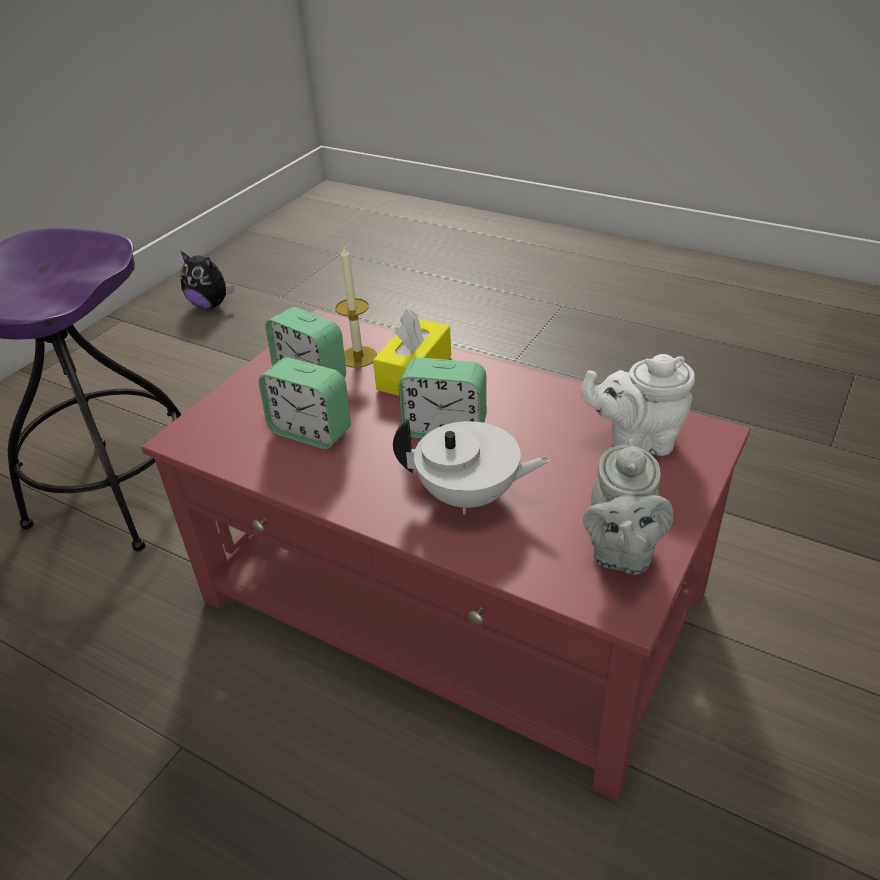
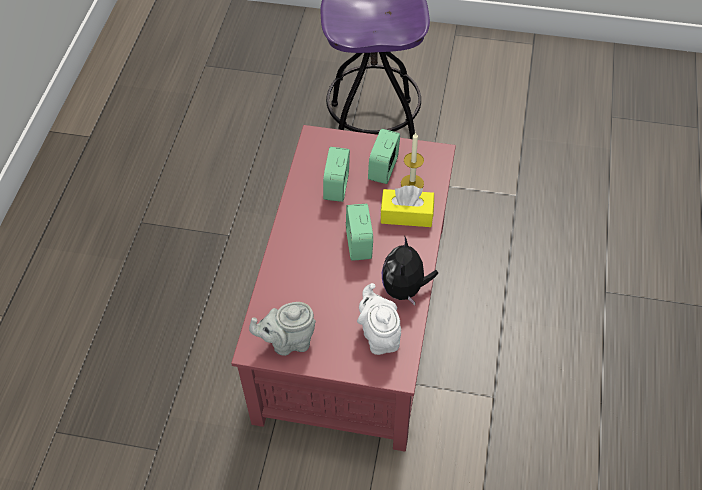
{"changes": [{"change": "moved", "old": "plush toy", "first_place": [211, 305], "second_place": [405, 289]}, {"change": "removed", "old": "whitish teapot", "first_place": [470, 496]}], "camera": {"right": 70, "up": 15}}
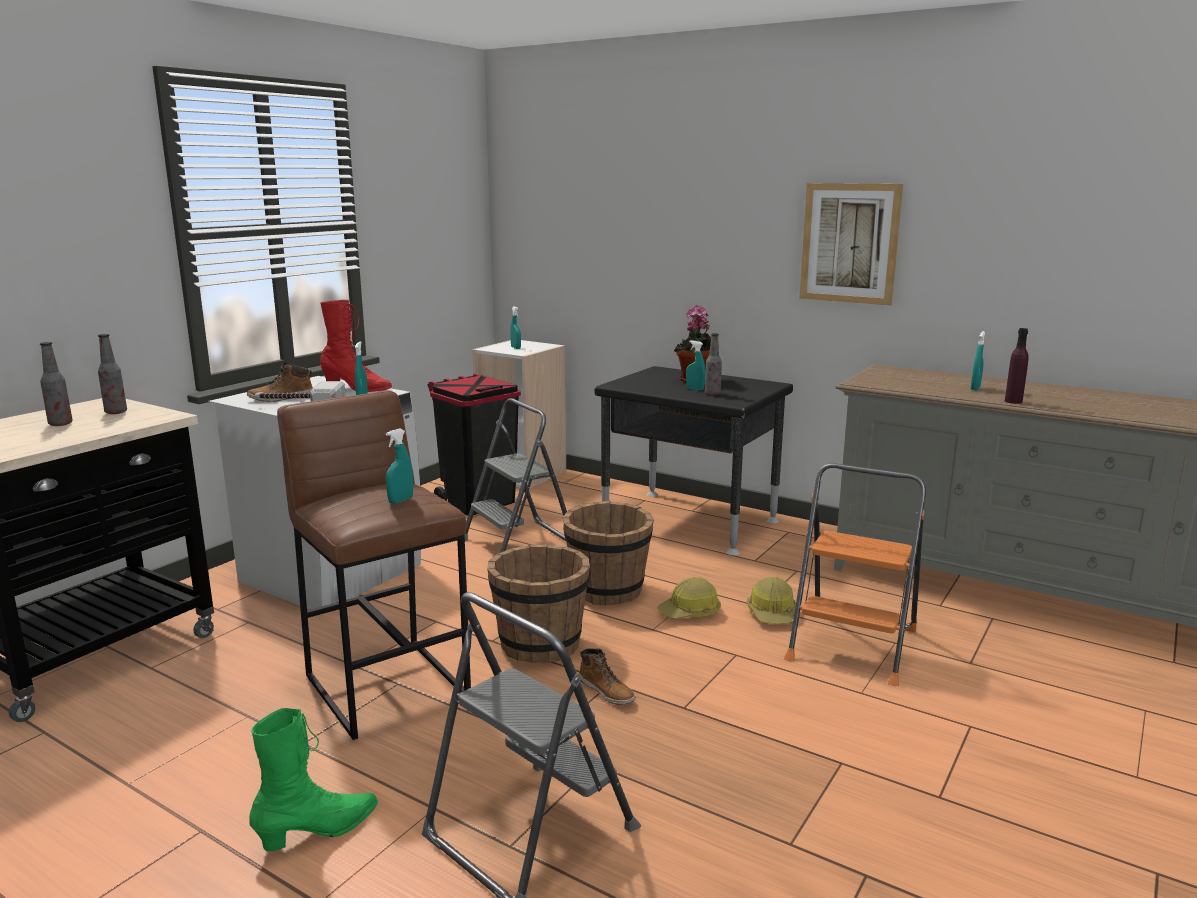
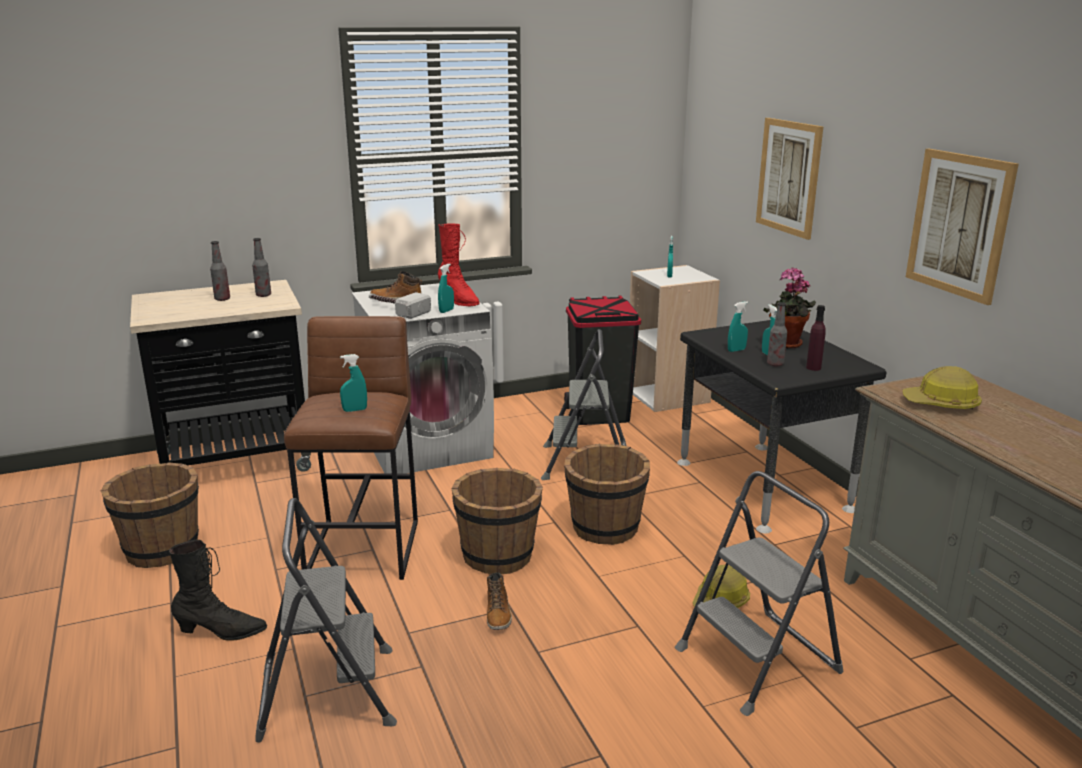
{"changes": [{"change": "recoloured", "old": "green high-top boot", "new": "blackish high-top boot", "first_place": [319, 831], "second_place": [221, 632]}, {"change": "moved", "old": "safety helmet", "first_place": [690, 612], "second_place": [941, 404]}, {"change": "recoloured", "old": "orange step ladder", "new": "grey step ladder", "first_place": [855, 642], "second_place": [763, 658]}, {"change": "moved", "old": "blue-green hand sprayer", "first_place": [975, 388], "second_place": [736, 350]}, {"change": "moved", "old": "purple drink bottle", "first_place": [1013, 401], "second_place": [813, 368]}, {"change": "added", "new": "brown water bucket", "second_place": [162, 550]}, {"change": "added", "new": "wall picture", "second_place": [789, 177]}], "camera": {"right": 35, "up": 5}}
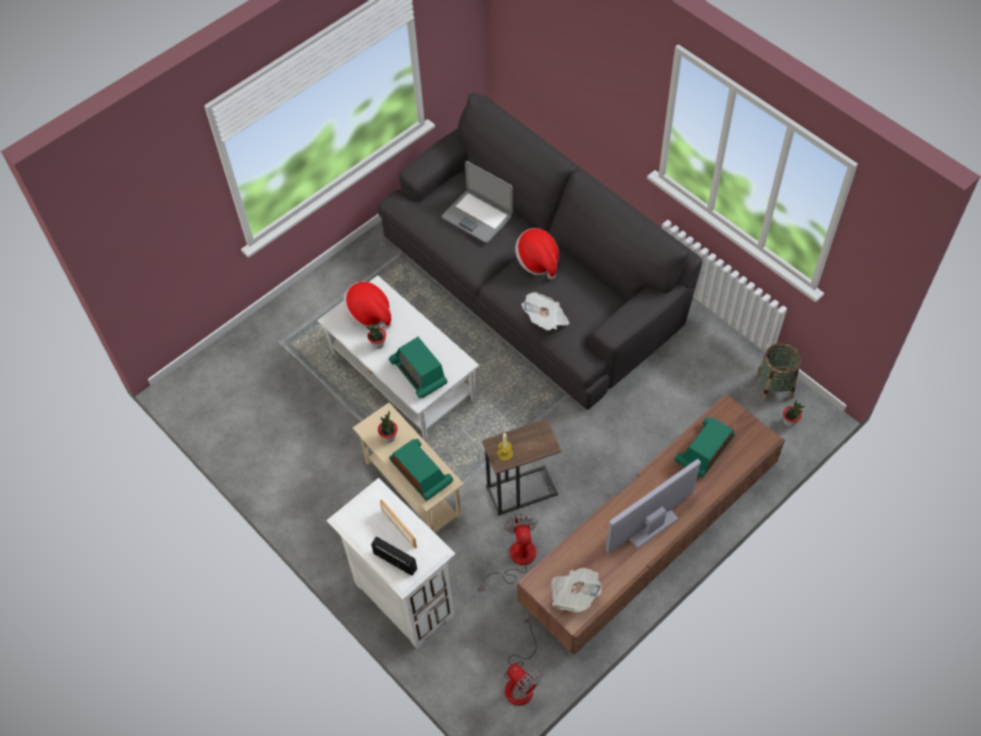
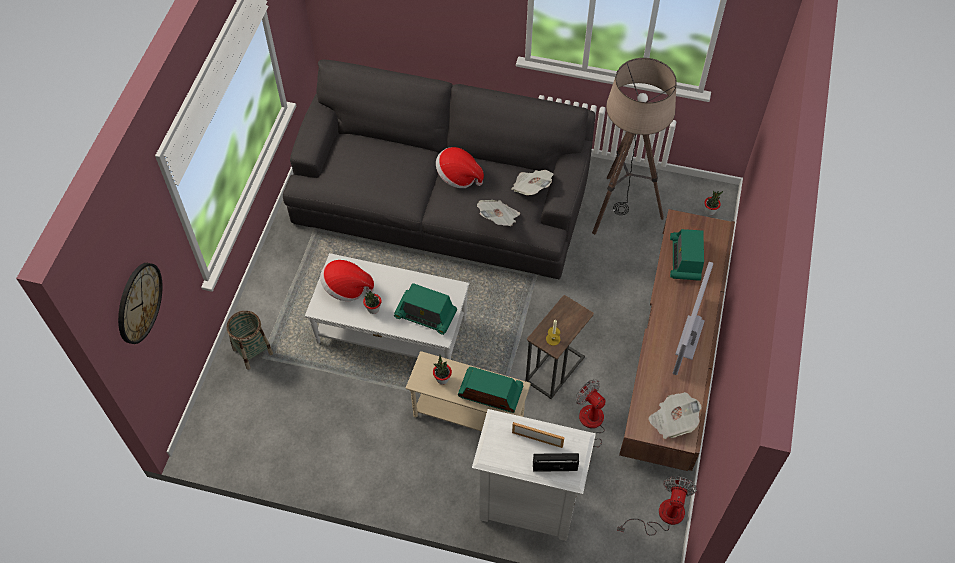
{"changes": [{"change": "removed", "old": "portable computer", "first_place": [477, 216]}, {"change": "turned", "old": "electric fan", "first_place": [520, 680], "second_place": [662, 516], "degrees": -90}, {"change": "moved", "old": "basket", "first_place": [774, 387], "second_place": [253, 351]}, {"change": "added", "new": "hanging clock", "second_place": [138, 302]}, {"change": "added", "new": "daily paper", "second_place": [531, 188]}, {"change": "added", "new": "standing lamp", "second_place": [621, 209]}], "camera": {"right": -35, "up": 0}}
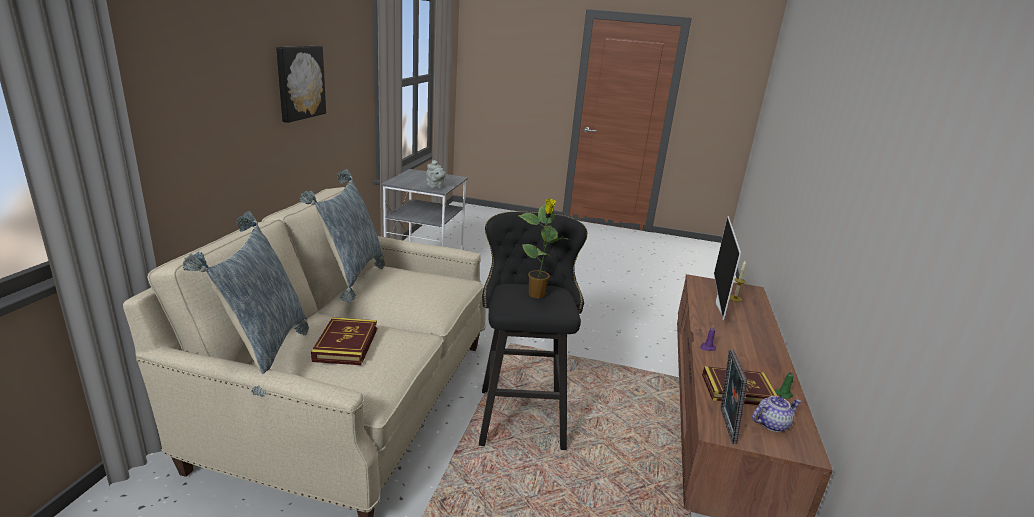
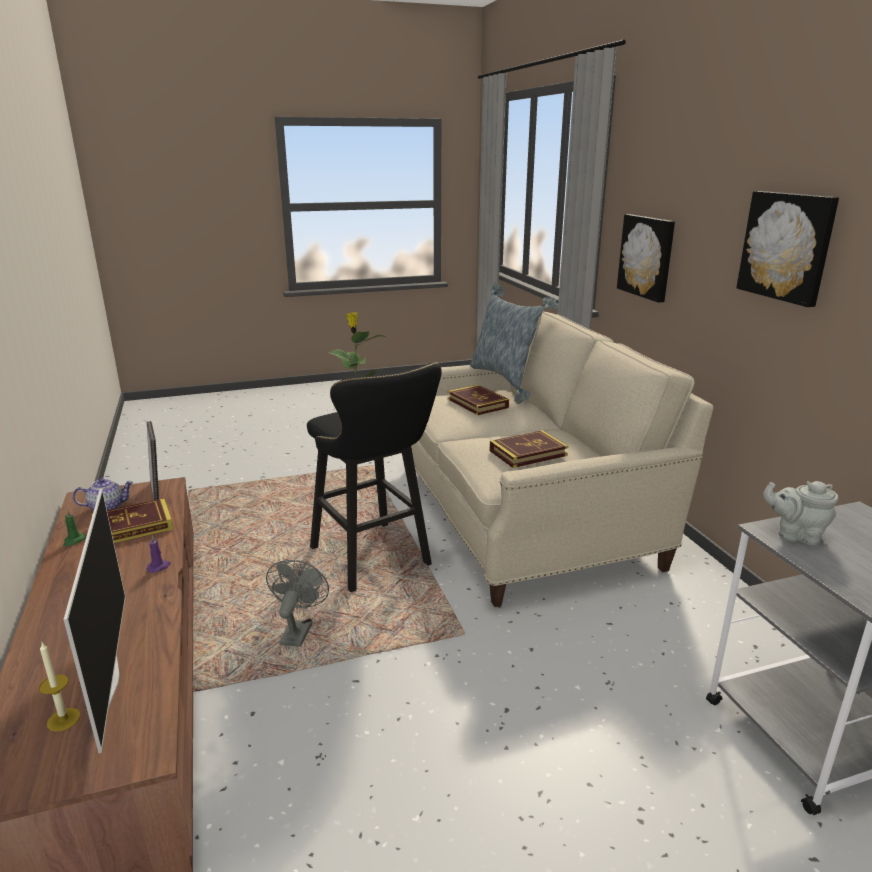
{"changes": [{"change": "removed", "old": "throw pillow", "first_place": [348, 283]}, {"change": "turned", "old": "teapot", "first_place": [771, 424], "second_place": [107, 507], "degrees": -150}, {"change": "added", "new": "grey electric fan", "second_place": [298, 630]}, {"change": "added", "new": "book", "second_place": [528, 453]}, {"change": "added", "new": "wall picture", "second_place": [647, 257]}], "camera": {"right": 150, "up": 0}}
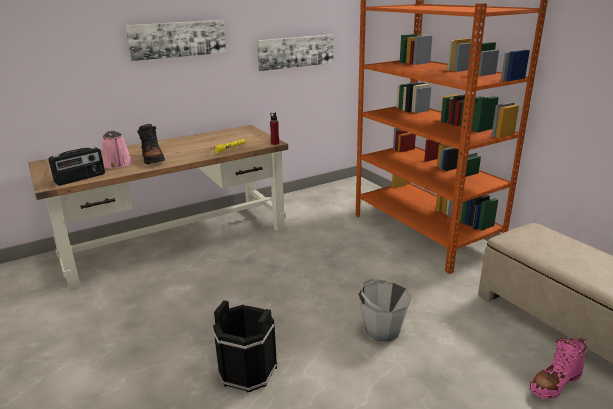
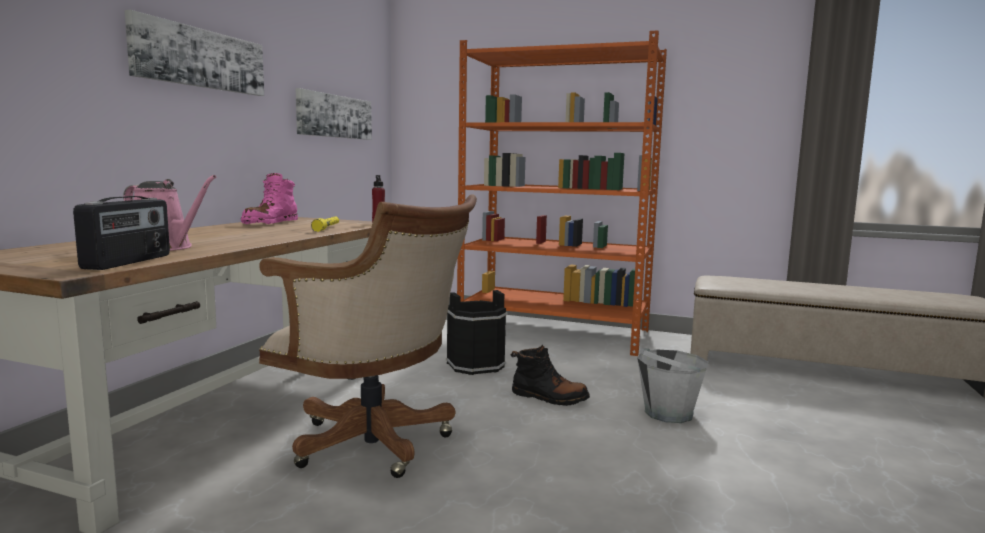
{"changes": [{"change": "moved", "old": "blackish high-top boot", "first_place": [152, 159], "second_place": [549, 397]}, {"change": "moved", "old": "blackish water bucket", "first_place": [247, 371], "second_place": [476, 365]}, {"change": "moved", "old": "pink high-top boot", "first_place": [555, 383], "second_place": [270, 223]}, {"change": "added", "new": "desk chair", "second_place": [378, 444]}], "camera": {"right": -40, "up": -15}}
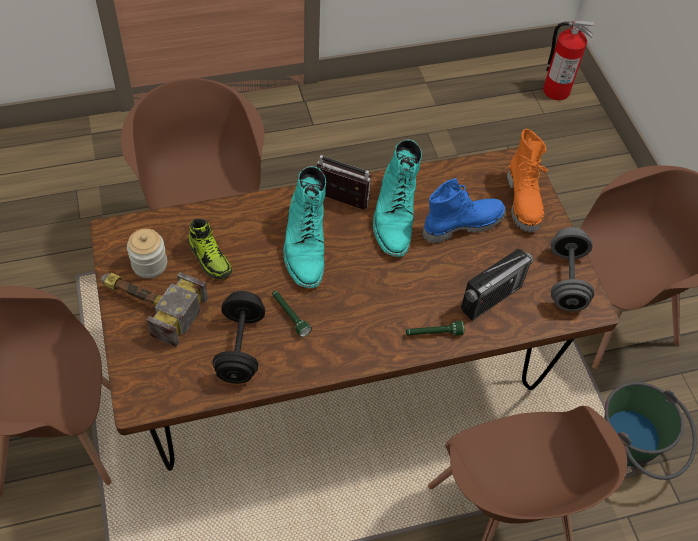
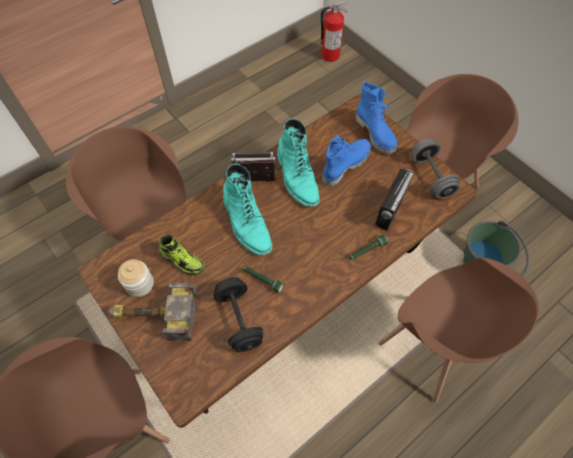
{"changes": [{"change": "recoloured", "old": "orange high-top boot", "new": "blue high-top boot", "first_place": [523, 201], "second_place": [376, 134]}], "camera": {"right": -20, "up": 5}}
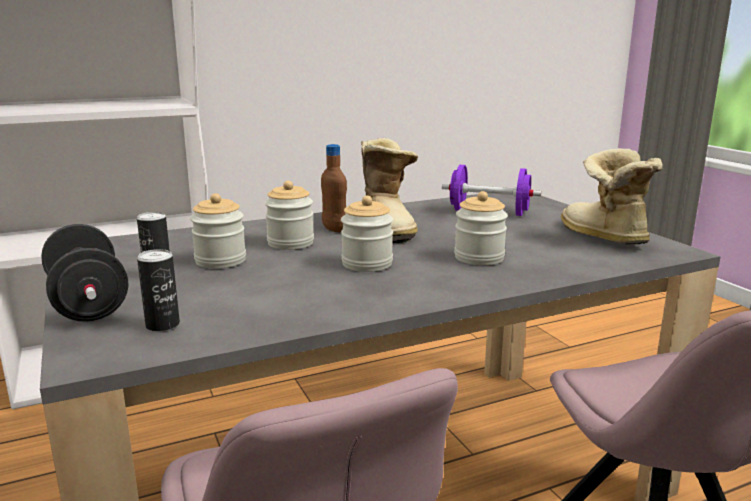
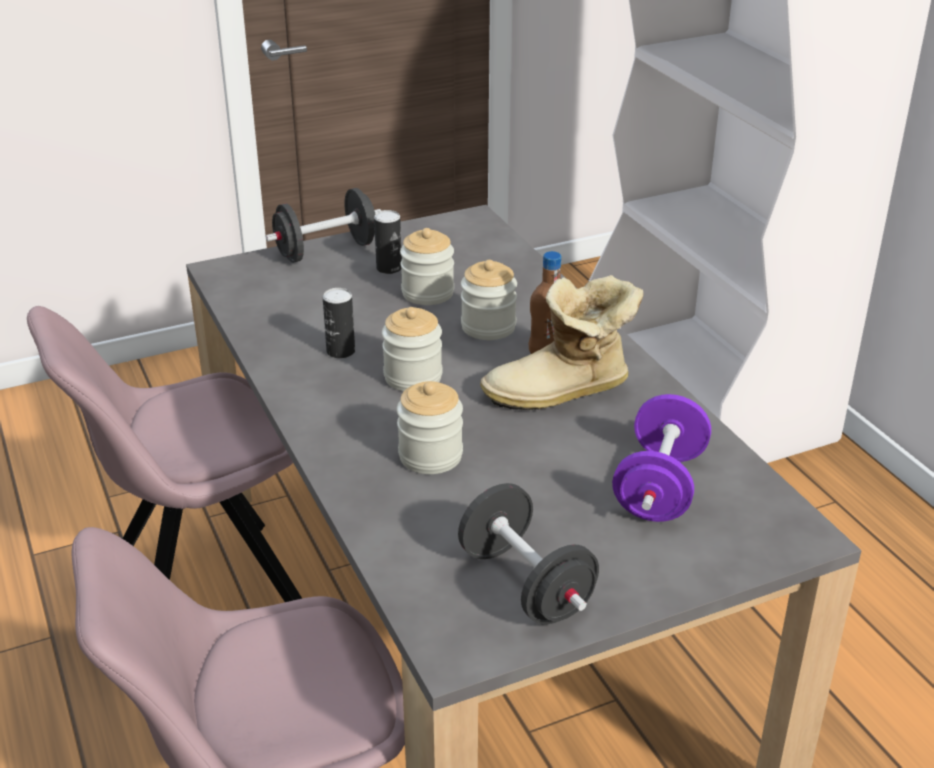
{"changes": [{"change": "moved", "old": "sealed can", "first_place": [162, 325], "second_place": [340, 351]}, {"change": "replaced", "old": "high-top boot", "new": "blackish hand weight", "first_place": [601, 237], "second_place": [526, 584]}], "camera": {"right": 90, "up": 15}}
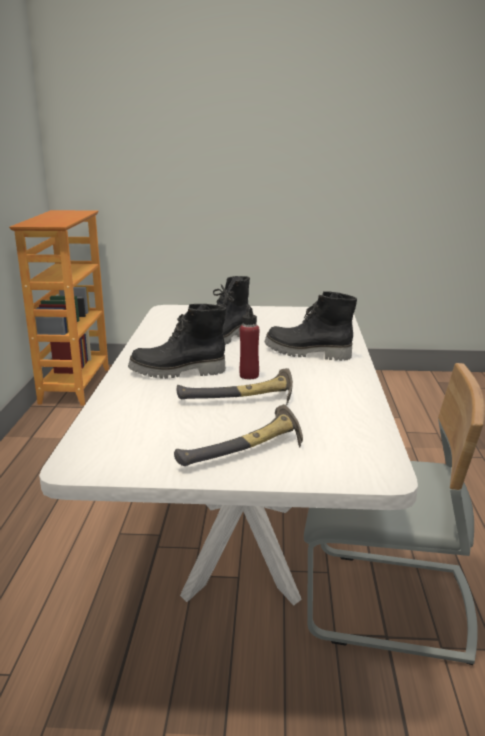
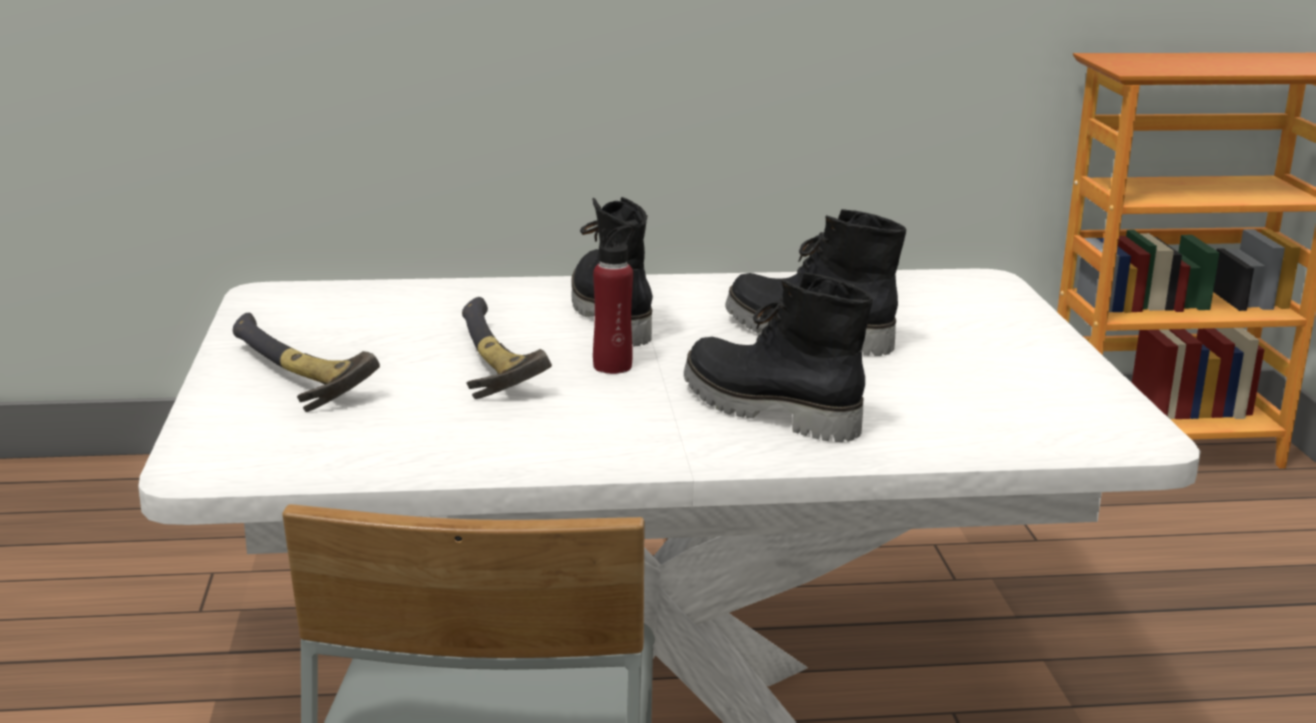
{"changes": [{"change": "turned", "old": "blackish high-top boot", "first_place": [307, 353], "second_place": [767, 411], "degrees": -60}], "camera": {"right": 80, "up": 0}}
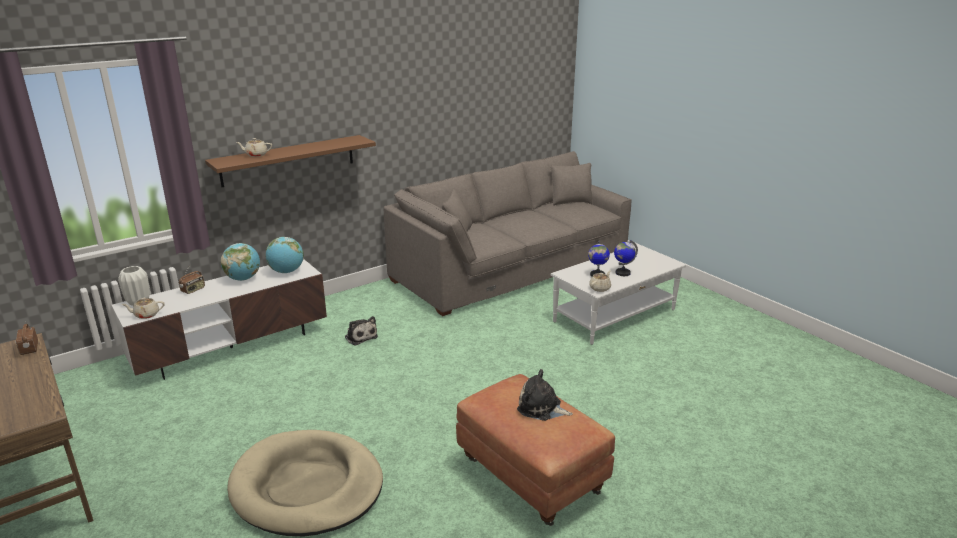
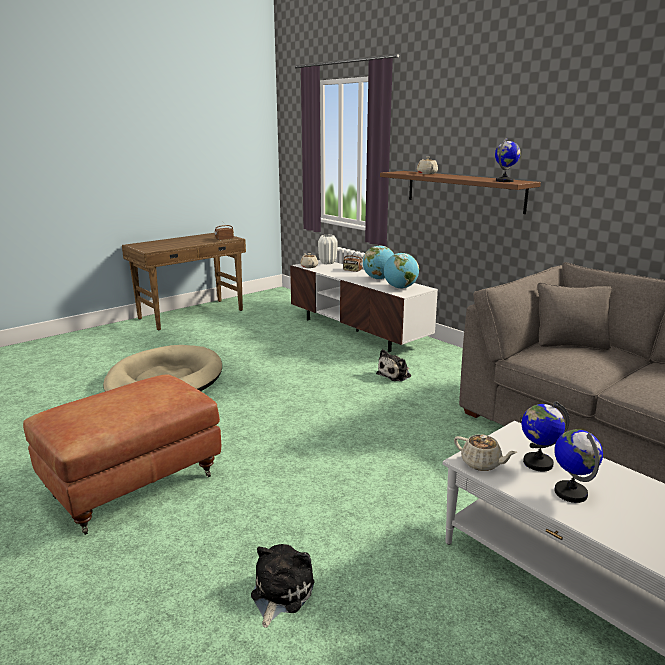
{"changes": [{"change": "moved", "old": "plush toy", "first_place": [541, 408], "second_place": [280, 593]}, {"change": "added", "new": "desk globe", "second_place": [504, 181]}], "camera": {"right": 85, "up": -5}}
